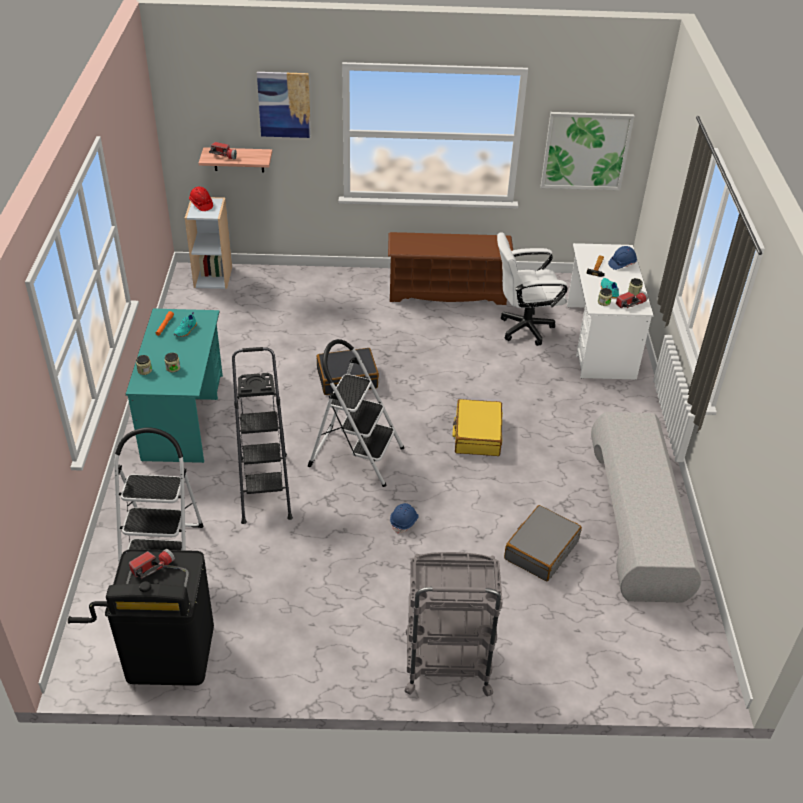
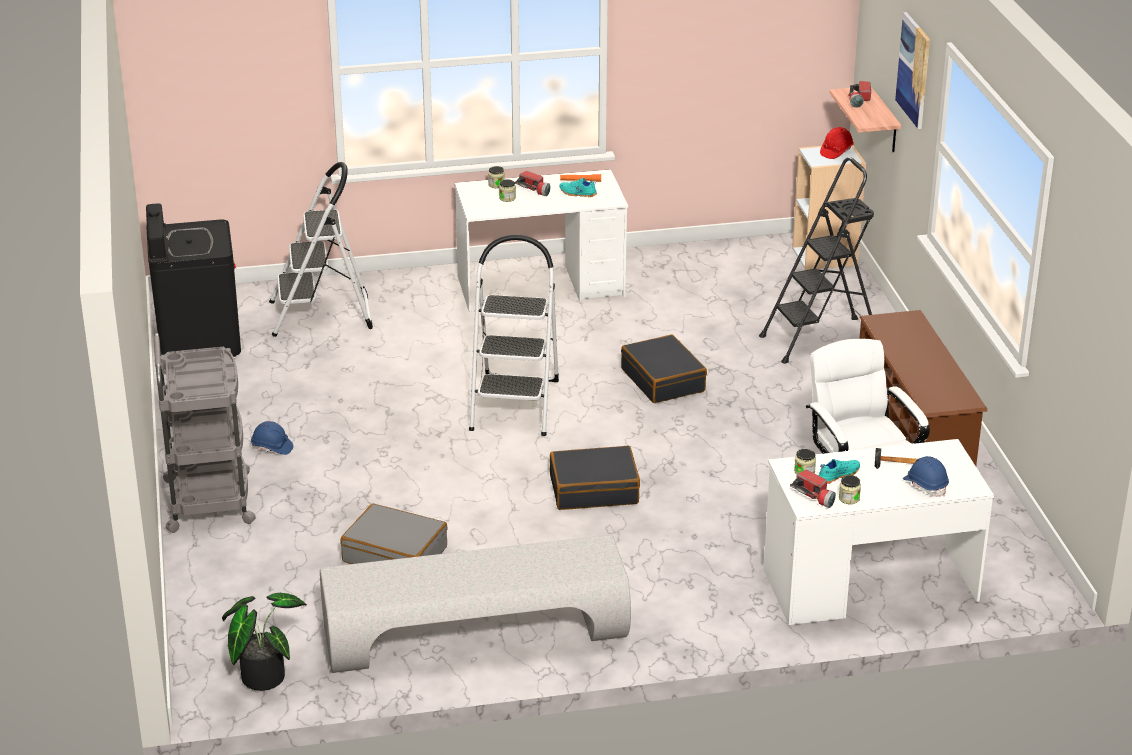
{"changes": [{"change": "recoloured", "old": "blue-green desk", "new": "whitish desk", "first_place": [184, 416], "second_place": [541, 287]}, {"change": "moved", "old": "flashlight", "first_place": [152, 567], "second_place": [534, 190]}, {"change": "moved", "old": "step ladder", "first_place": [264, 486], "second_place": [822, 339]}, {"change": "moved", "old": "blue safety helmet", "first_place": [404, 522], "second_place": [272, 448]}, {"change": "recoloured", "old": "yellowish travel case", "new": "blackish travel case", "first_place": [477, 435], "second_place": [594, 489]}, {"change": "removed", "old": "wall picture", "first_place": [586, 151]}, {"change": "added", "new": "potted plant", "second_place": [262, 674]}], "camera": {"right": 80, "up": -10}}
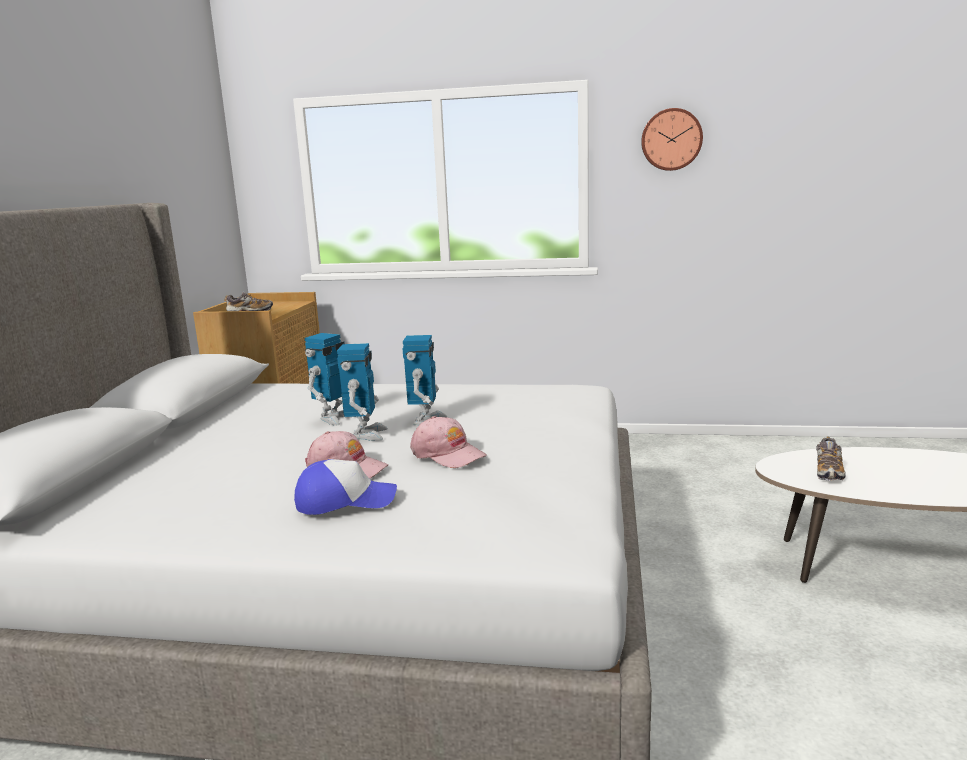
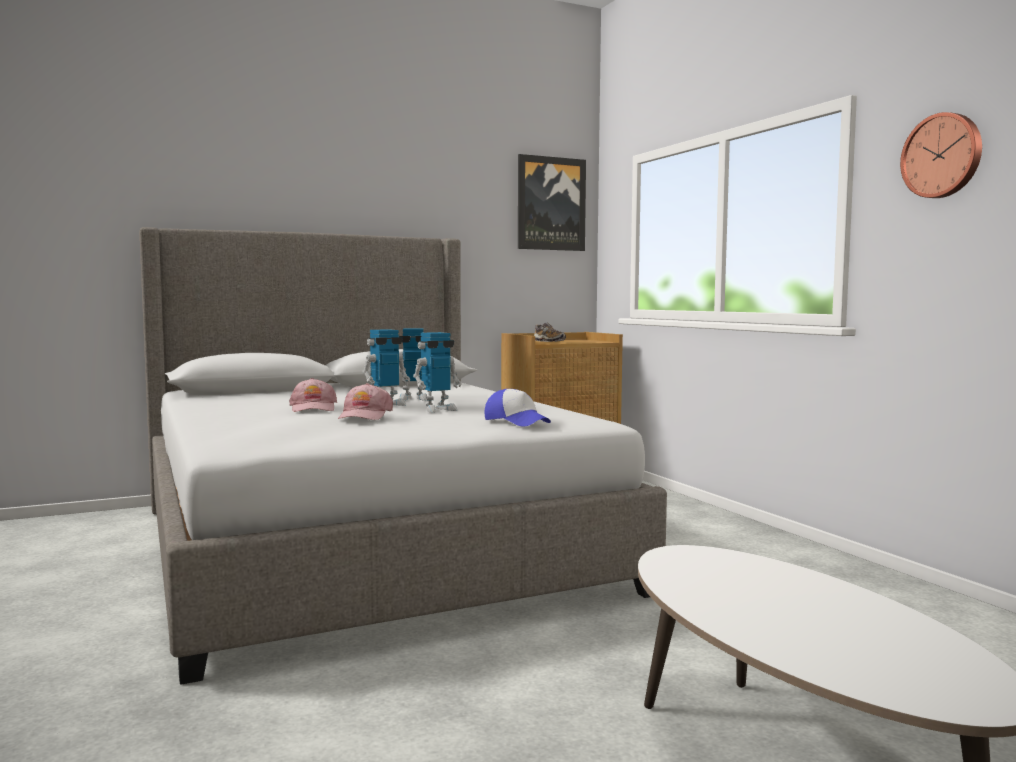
{"changes": [{"change": "moved", "old": "cap", "first_place": [345, 501], "second_place": [517, 421]}, {"change": "removed", "old": "low shoe", "first_place": [828, 472]}, {"change": "added", "new": "wall picture", "second_place": [551, 204]}], "camera": {"right": 55, "up": -10}}
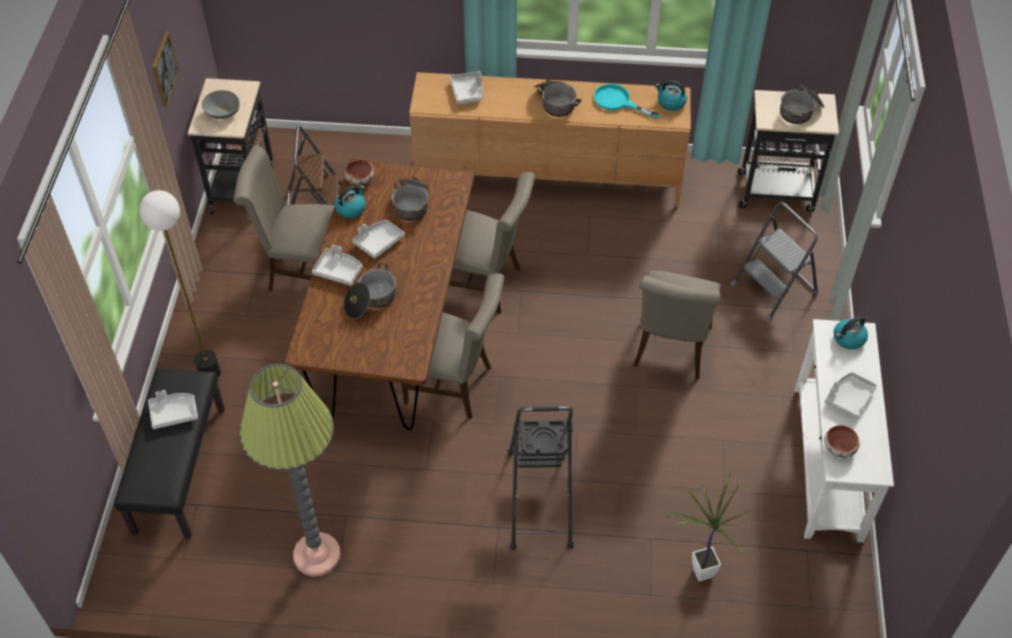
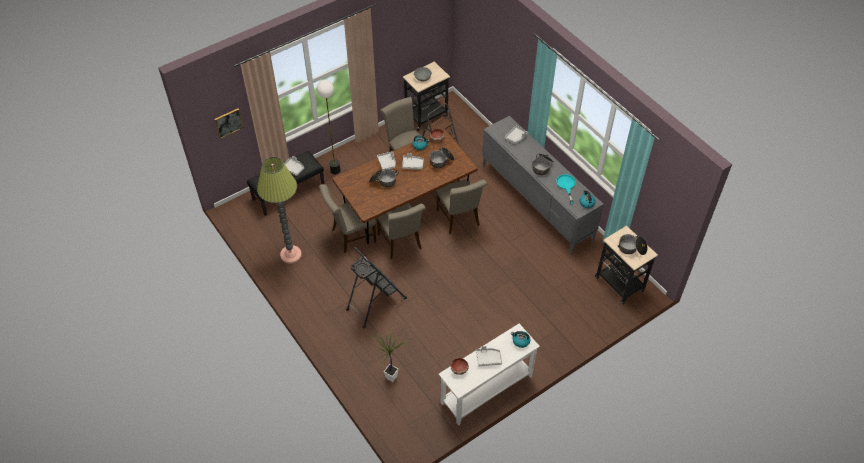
{"changes": [{"change": "moved", "old": "wall picture", "first_place": [164, 69], "second_place": [228, 123]}, {"change": "recoloured", "old": "brown storage cabinet", "new": "grey storage cabinet", "first_place": [549, 178], "second_place": [537, 203]}, {"change": "moved", "old": "beige upright chair", "first_place": [671, 351], "second_place": [351, 236]}, {"change": "removed", "old": "grey step ladder", "first_place": [777, 287]}], "camera": {"right": 50, "up": 0}}
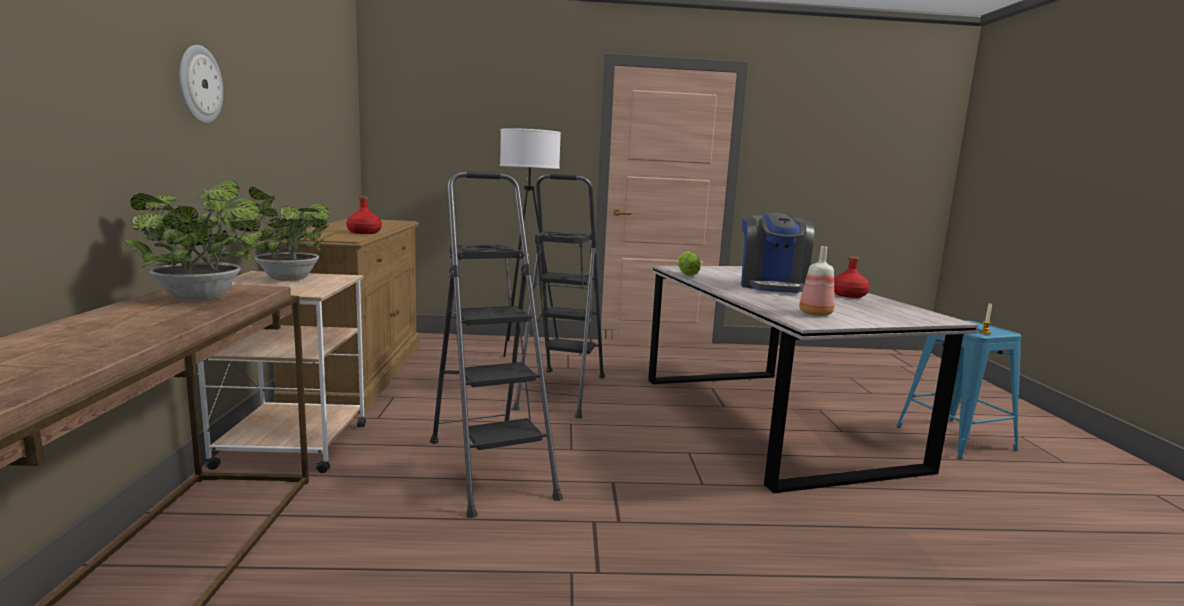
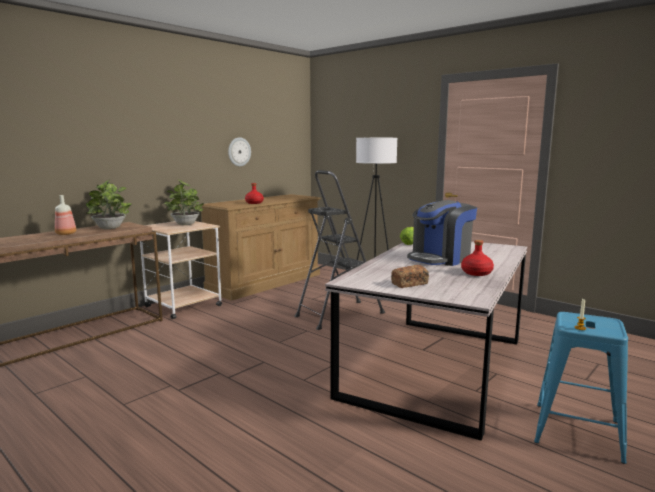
{"changes": [{"change": "moved", "old": "hanging clock", "first_place": [199, 84], "second_place": [239, 152]}, {"change": "removed", "old": "step ladder", "first_place": [490, 466]}, {"change": "moved", "old": "drink bottle", "first_place": [814, 313], "second_place": [66, 234]}, {"change": "added", "new": "bread", "second_place": [409, 284]}], "camera": {"right": 45, "up": 0}}
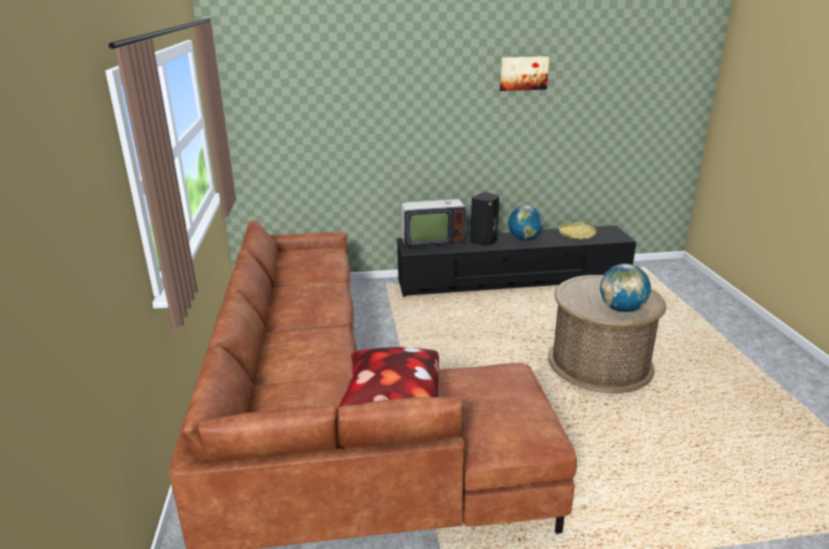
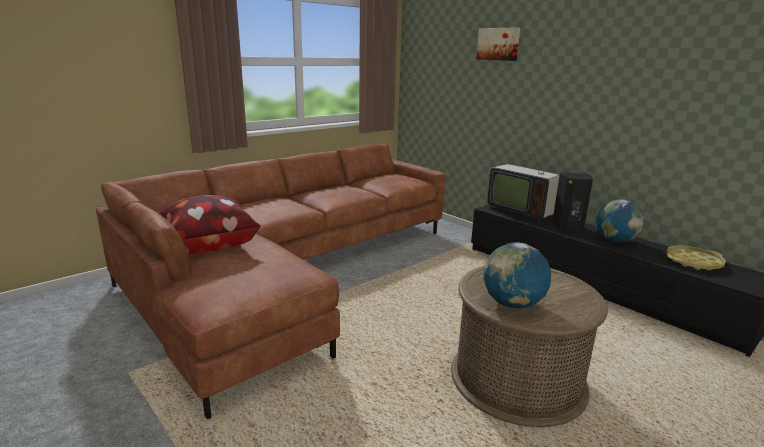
{"changes": [{"change": "moved", "old": "wall picture", "first_place": [523, 73], "second_place": [498, 44]}], "camera": {"right": 55, "up": -5}}
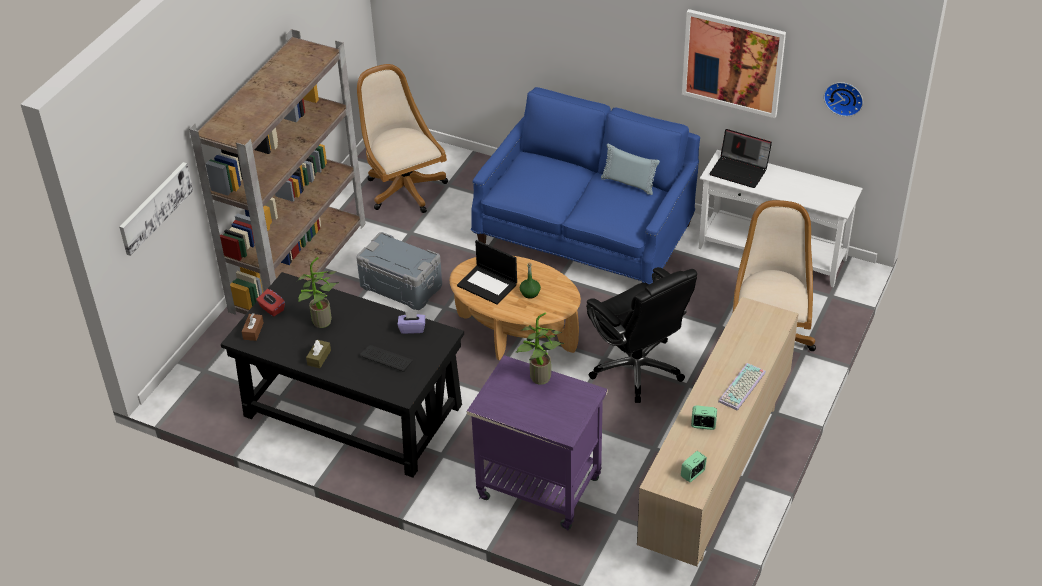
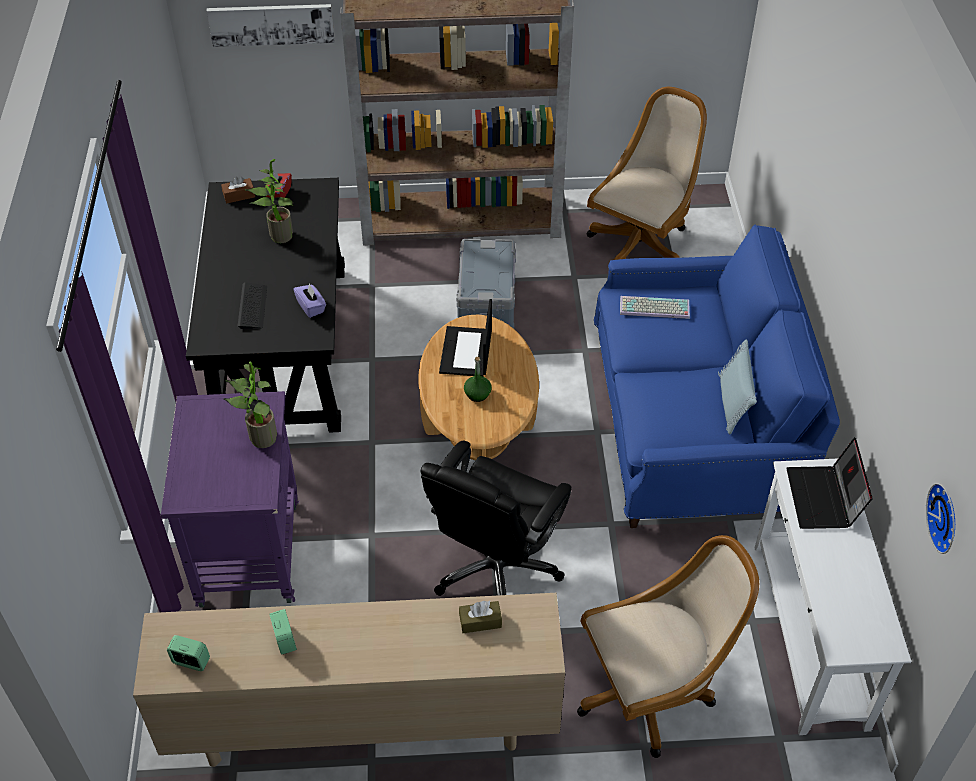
{"changes": [{"change": "moved", "old": "brown box of tissues", "first_place": [319, 357], "second_place": [480, 621]}, {"change": "removed", "old": "wall picture", "first_place": [733, 62]}, {"change": "moved", "old": "computer keyboard", "first_place": [742, 388], "second_place": [653, 309]}], "camera": {"right": 60, "up": 5}}
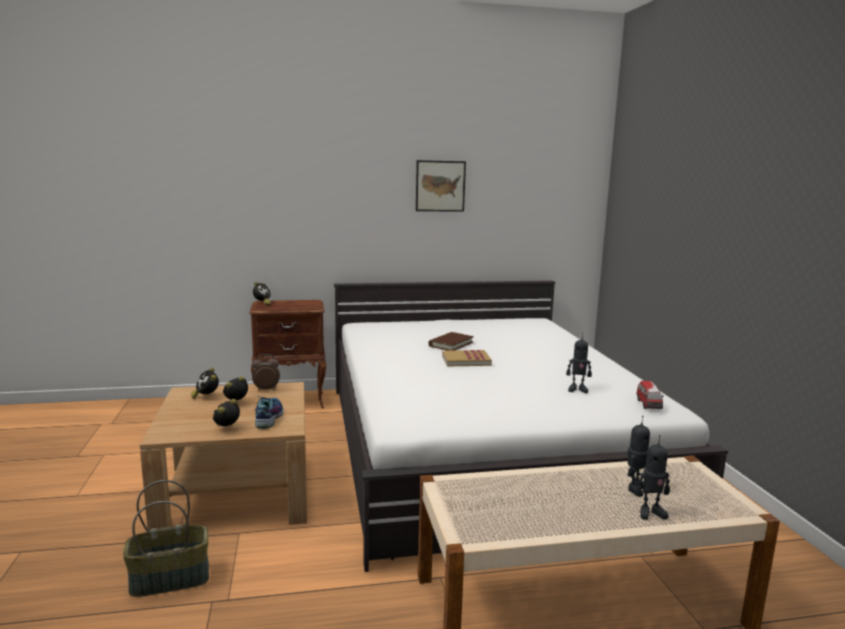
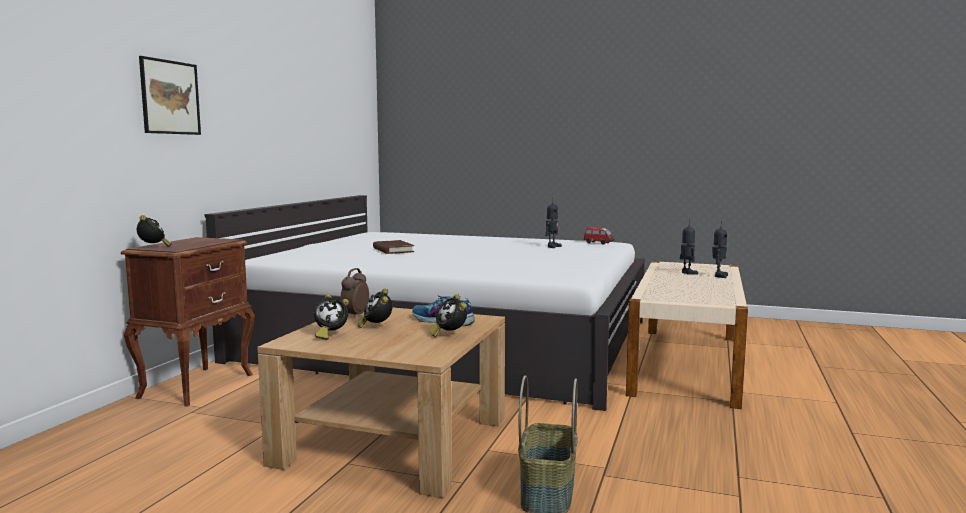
{"changes": [{"change": "moved", "old": "wall picture", "first_place": [440, 186], "second_place": [170, 97]}, {"change": "removed", "old": "book", "first_place": [466, 360]}], "camera": {"right": -60, "up": -5}}
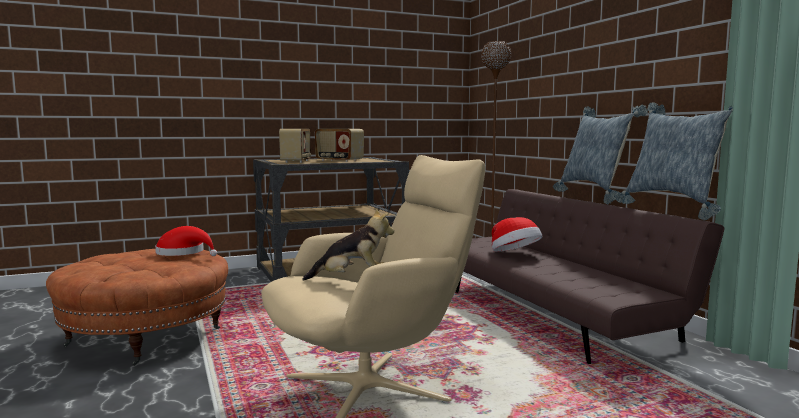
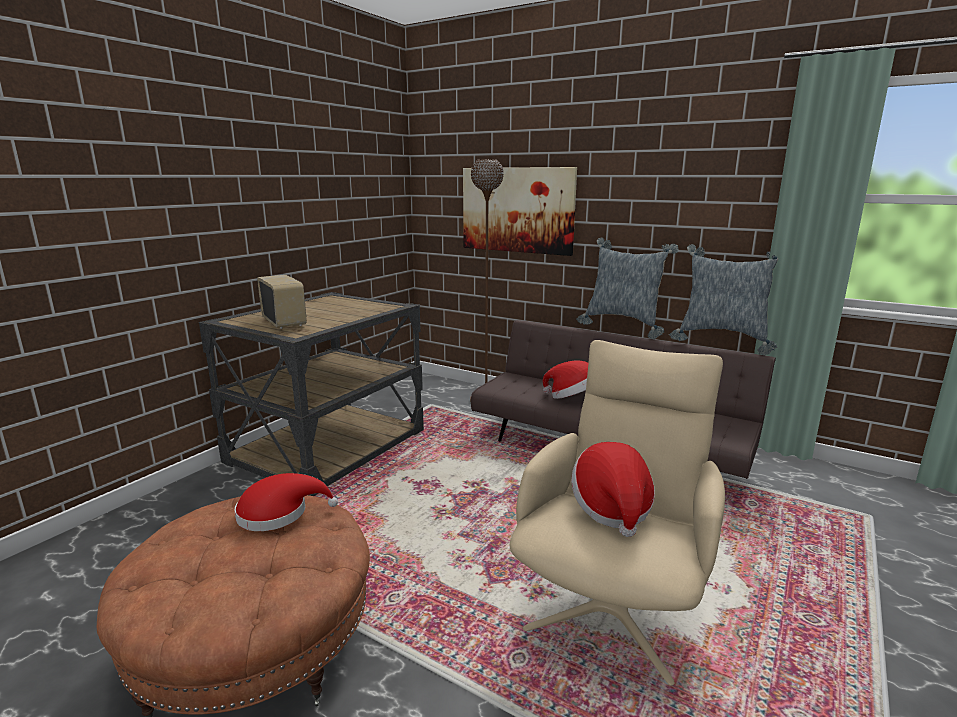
{"changes": [{"change": "replaced", "old": "plush toy", "new": "wearable hat", "first_place": [351, 279], "second_place": [611, 508]}, {"change": "removed", "old": "radio set", "first_place": [339, 161]}, {"change": "added", "new": "wall picture", "second_place": [517, 210]}], "camera": {"right": -35, "up": 10}}
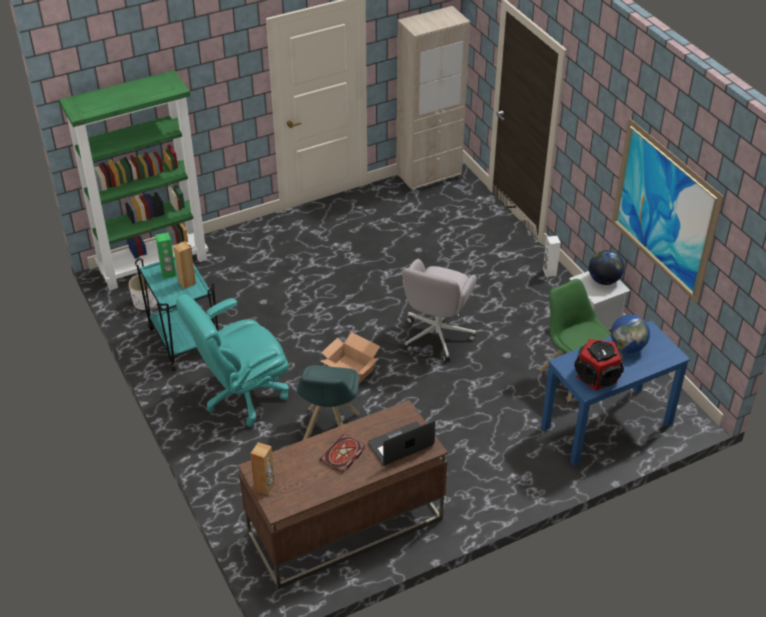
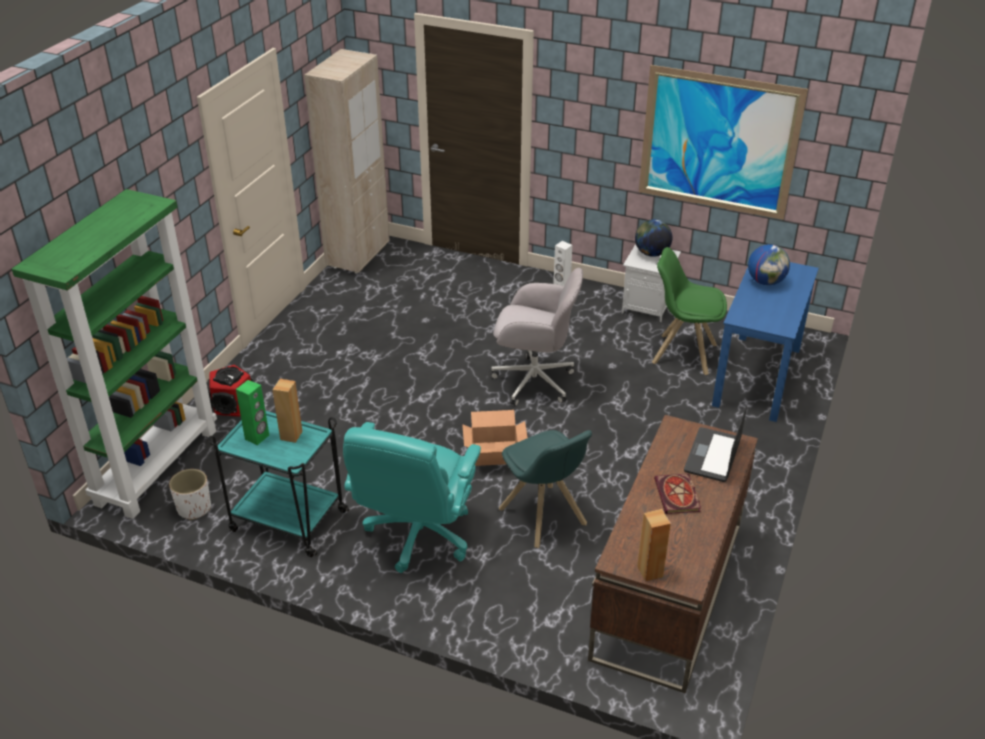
{"changes": [{"change": "turned", "old": "grey desk chair", "first_place": [436, 337], "second_place": [535, 382], "degrees": -60}, {"change": "moved", "old": "speaker", "first_place": [597, 375], "second_place": [232, 404]}], "camera": {"right": -40, "up": -5}}
